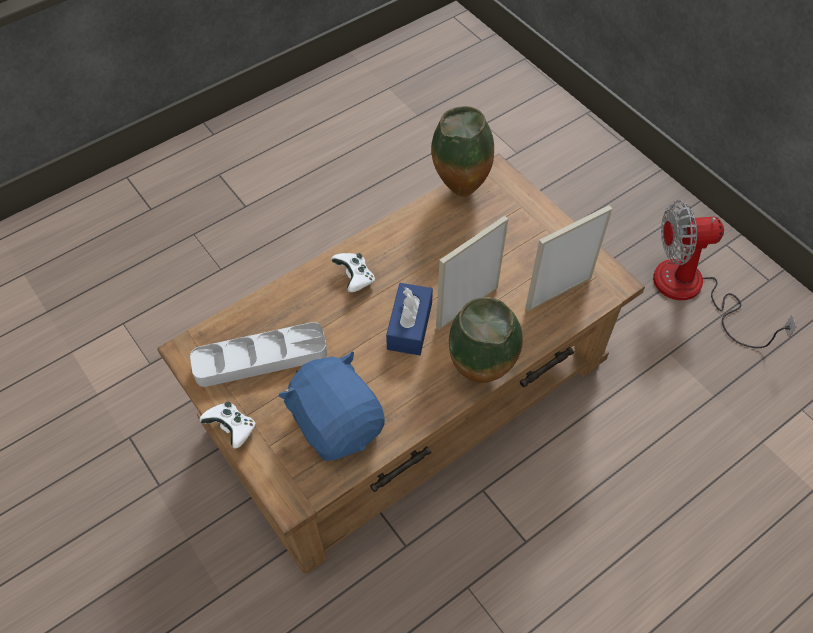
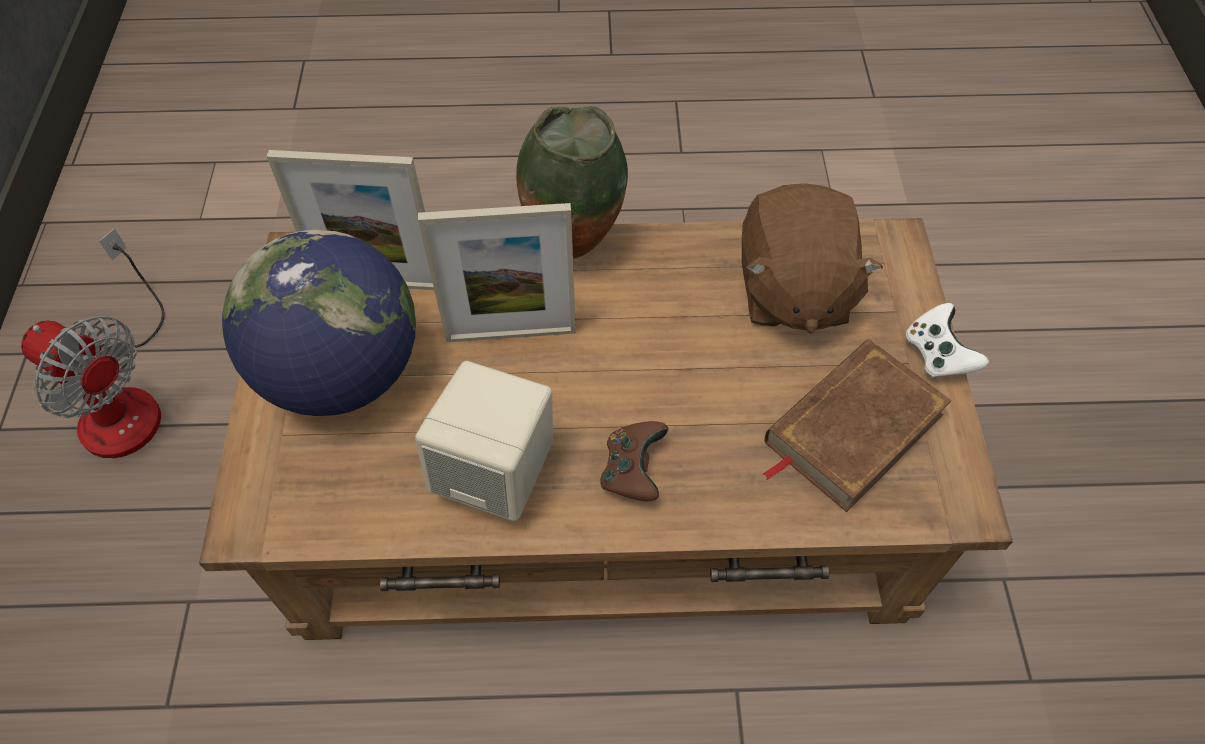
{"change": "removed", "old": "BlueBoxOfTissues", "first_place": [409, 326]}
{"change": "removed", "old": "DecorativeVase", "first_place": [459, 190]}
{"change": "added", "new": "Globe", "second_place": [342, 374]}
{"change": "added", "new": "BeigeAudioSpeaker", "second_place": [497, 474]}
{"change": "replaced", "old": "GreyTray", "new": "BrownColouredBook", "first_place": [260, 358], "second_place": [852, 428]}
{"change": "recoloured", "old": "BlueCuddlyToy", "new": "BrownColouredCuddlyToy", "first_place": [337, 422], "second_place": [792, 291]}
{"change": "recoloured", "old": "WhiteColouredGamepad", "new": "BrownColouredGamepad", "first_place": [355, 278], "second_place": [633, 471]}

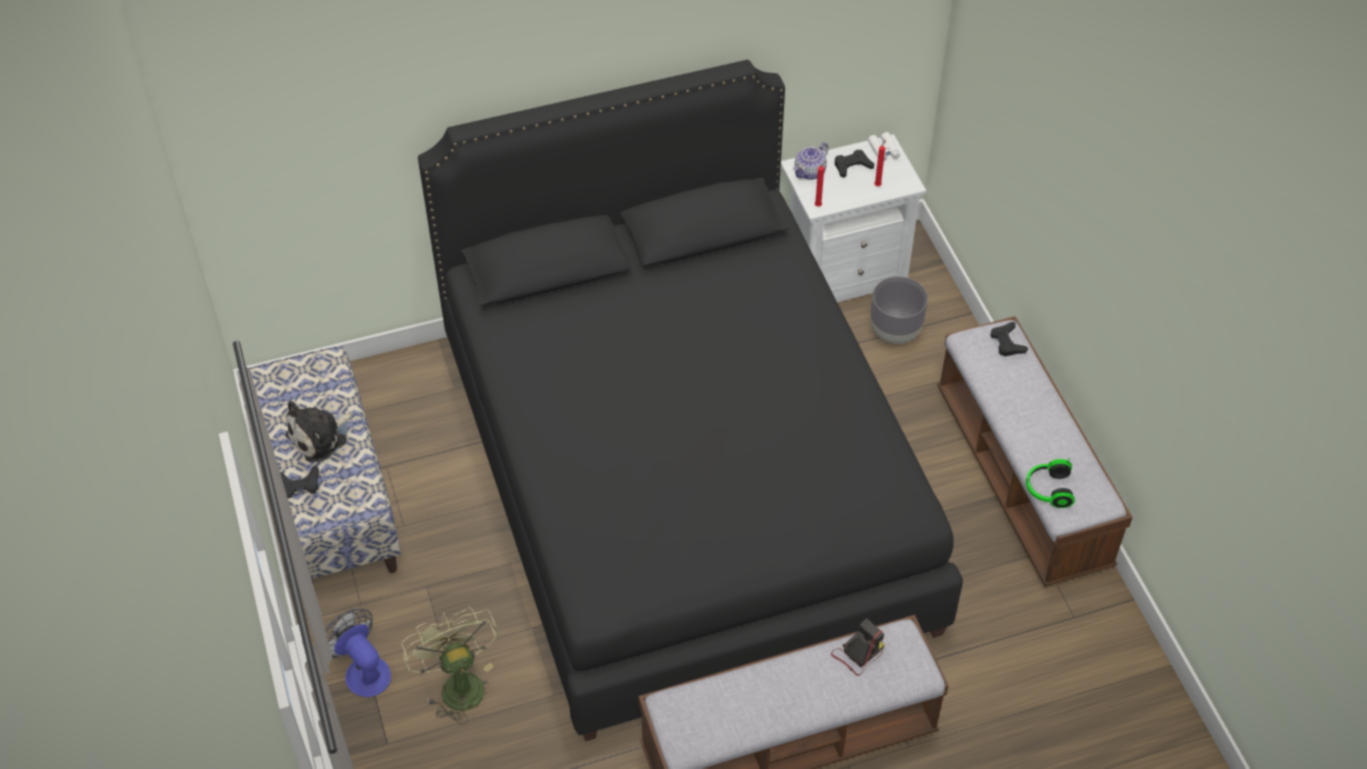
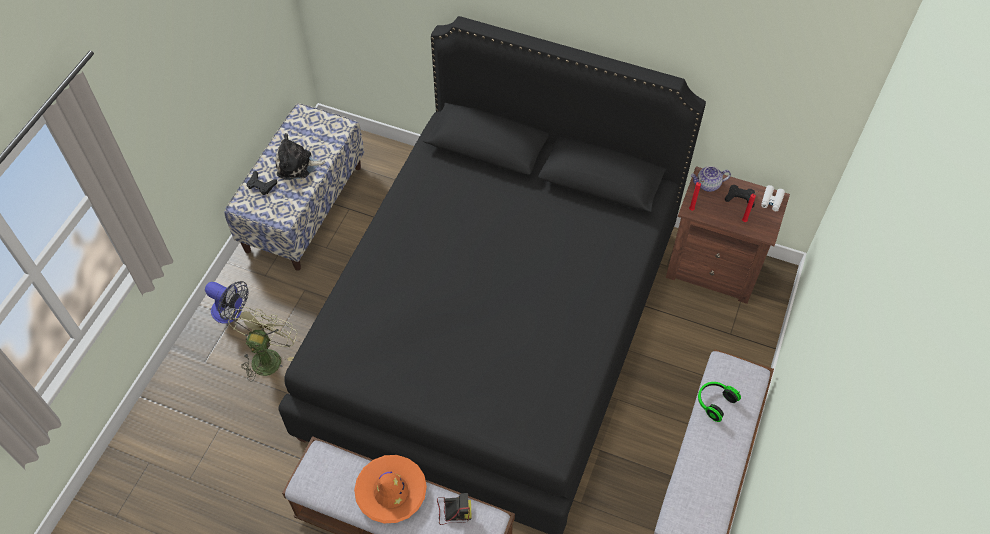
{"change": "removed", "old": "GreyPlanter", "first_place": [895, 332]}
{"change": "removed", "old": "BlackishGamepad", "first_place": [1007, 342]}
{"change": "added", "new": "OrangeColouredWearableHat", "second_place": [391, 492]}
{"change": "moved", "old": "Headphones", "first_place": [1047, 489], "second_place": [714, 402]}
{"change": "recoloured", "old": "WhiteColouredNightstand", "new": "BrownColouredNightstand", "first_place": [843, 274], "second_place": [714, 268]}
{"change": "turned", "old": "CoolingFan", "first_place": [362, 670], "second_place": [231, 313], "degrees": 120}

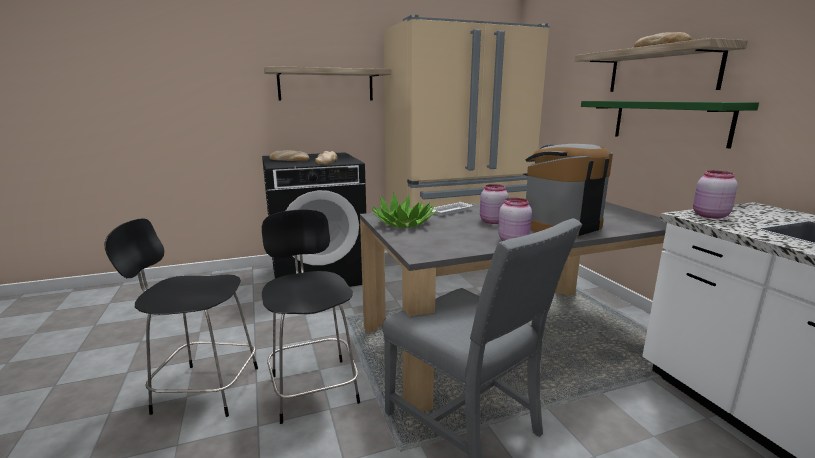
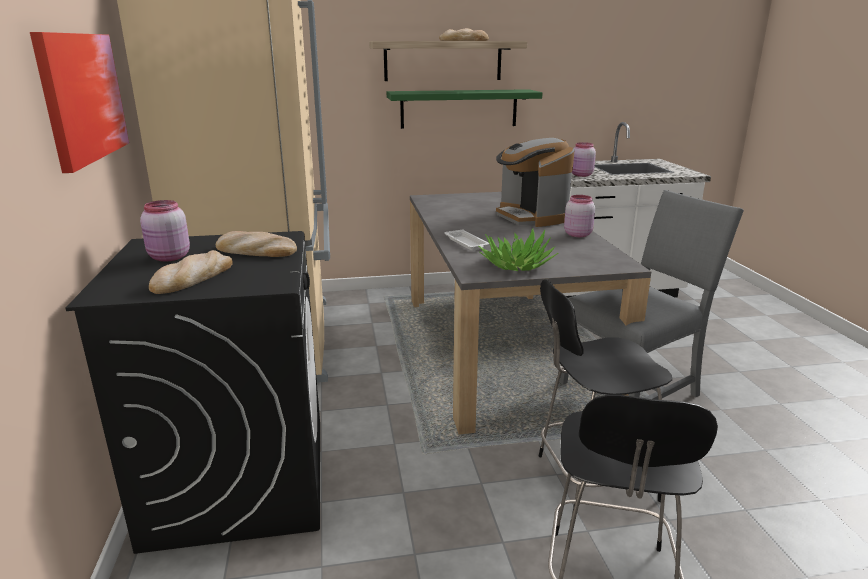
{"change": "moved", "old": "PinkColouredStorageJar", "first_place": [492, 221], "second_place": [169, 257]}
{"change": "replaced", "old": "Shelf", "new": "Picture", "first_place": [326, 85], "second_place": [82, 97]}

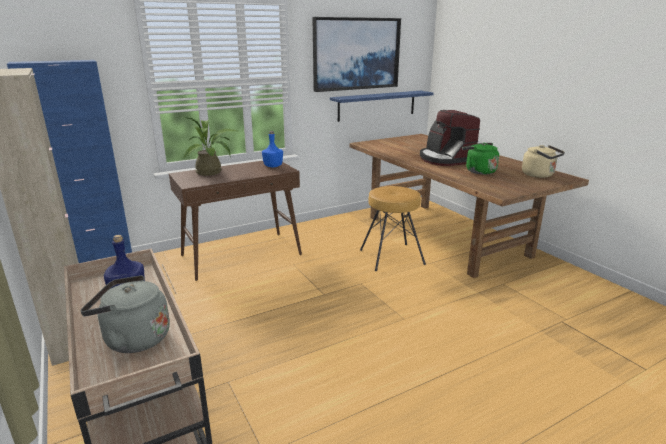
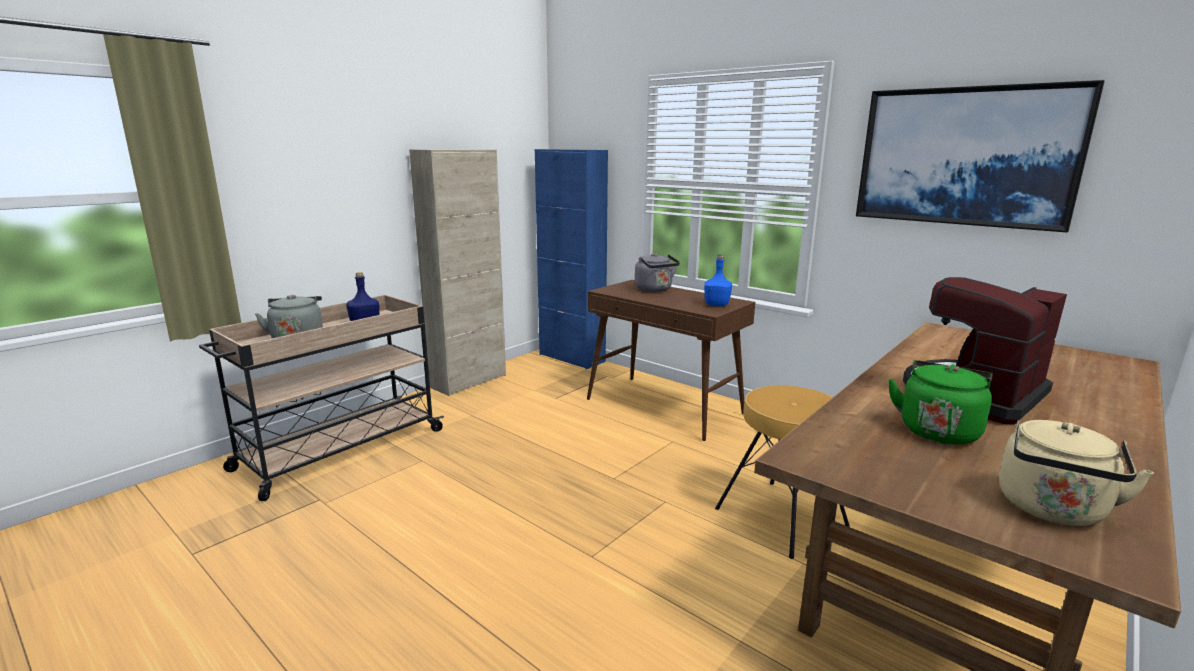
{"change": "removed", "old": "BlueShelf", "first_place": [377, 105]}
{"change": "replaced", "old": "Houseplant", "new": "GreyWaterKettle", "first_place": [212, 172], "second_place": [655, 290]}

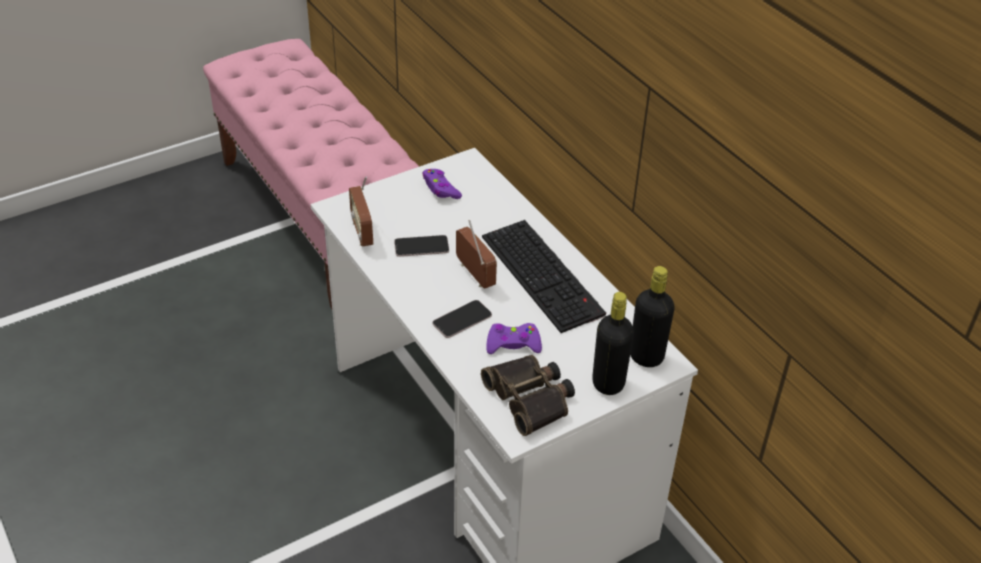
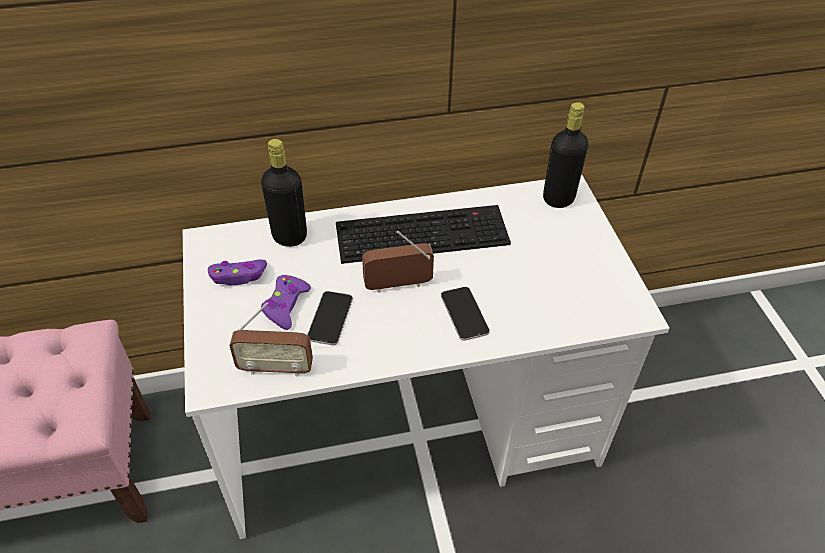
{"change": "removed", "old": "Binoculars", "first_place": [531, 398]}
{"change": "moved", "old": "PurpleColouredGamepad", "first_place": [513, 344], "second_place": [286, 306]}
{"change": "moved", "old": "BlackishBottle", "first_place": [608, 383], "second_place": [290, 236]}

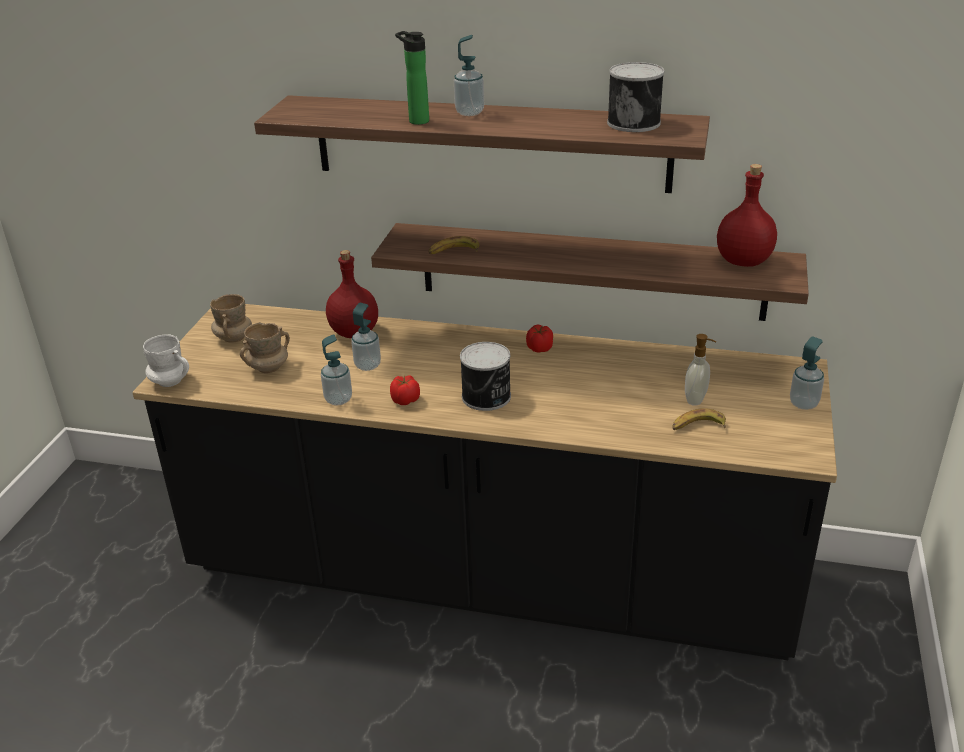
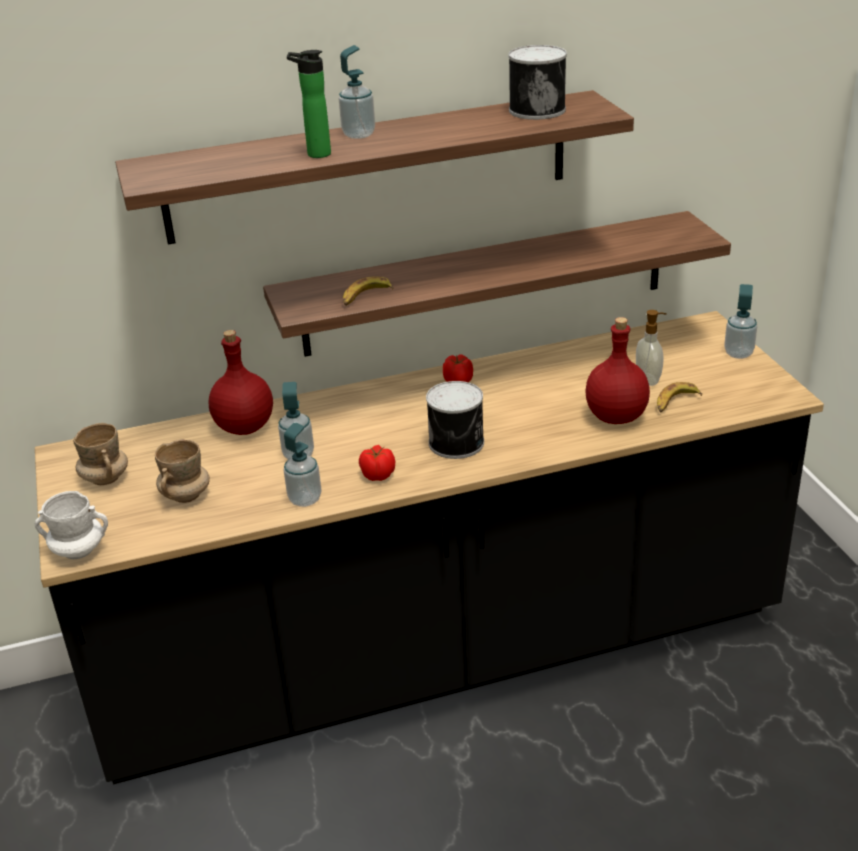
{"change": "moved", "old": "RedColouredBottle", "first_place": [744, 261], "second_place": [617, 417]}

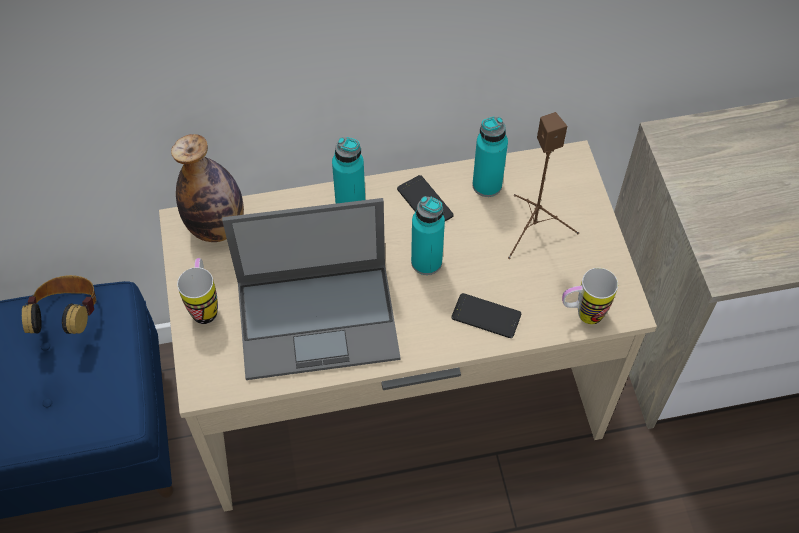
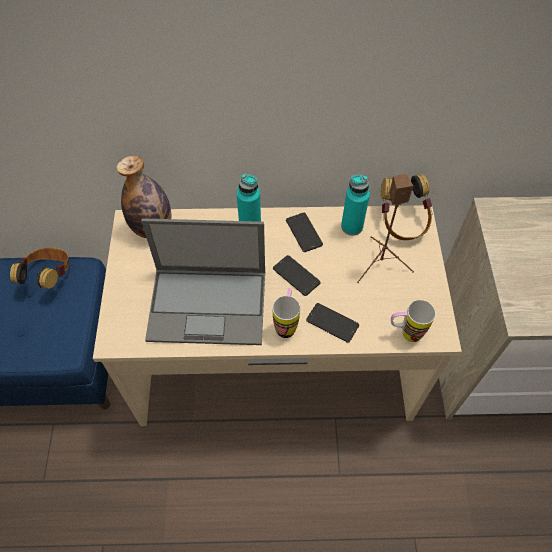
{"change": "added", "new": "Headphones", "second_place": [402, 222]}
{"change": "moved", "old": "Mug", "first_place": [205, 305], "second_place": [286, 323]}
{"change": "replaced", "old": "TurquoiseColouredBottle", "new": "Phone", "first_place": [426, 262], "second_place": [296, 276]}

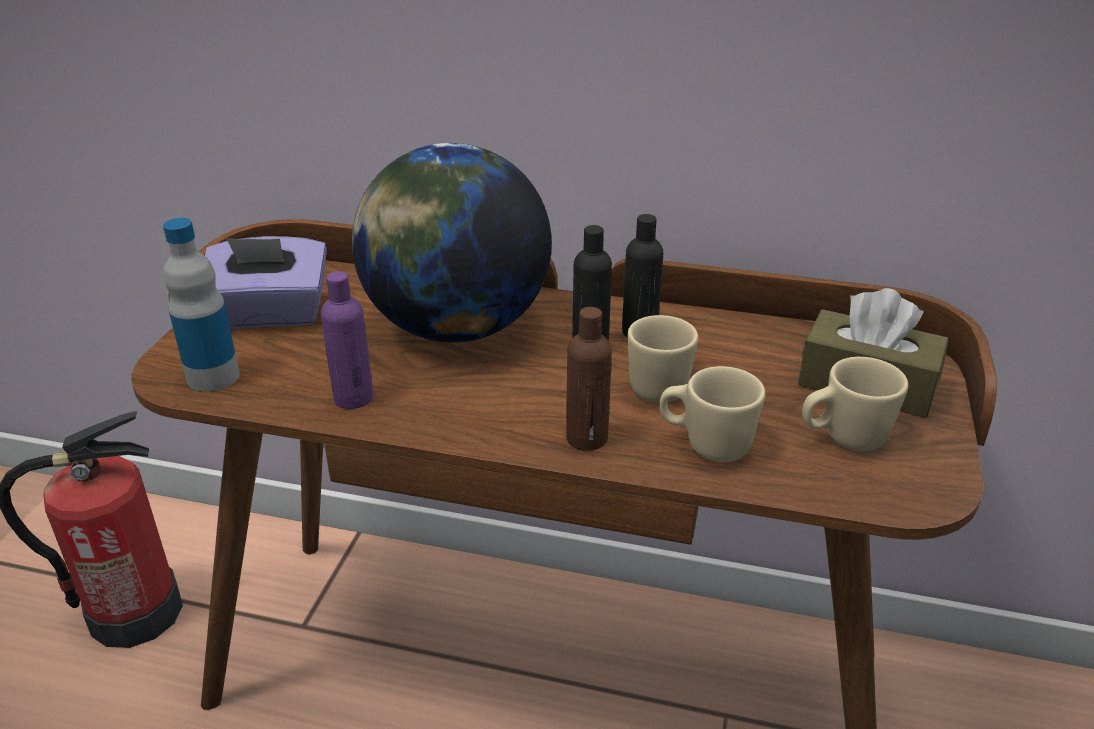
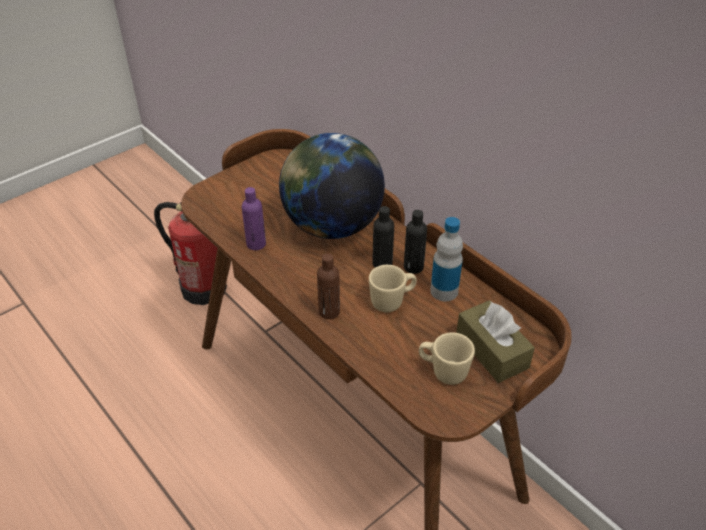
{"change": "removed", "old": "PurpleColouredBoxOfTissues", "first_place": [271, 315]}
{"change": "removed", "old": "BeigeMug", "first_place": [705, 444]}
{"change": "moved", "old": "Bottle", "first_place": [213, 377], "second_place": [444, 291]}

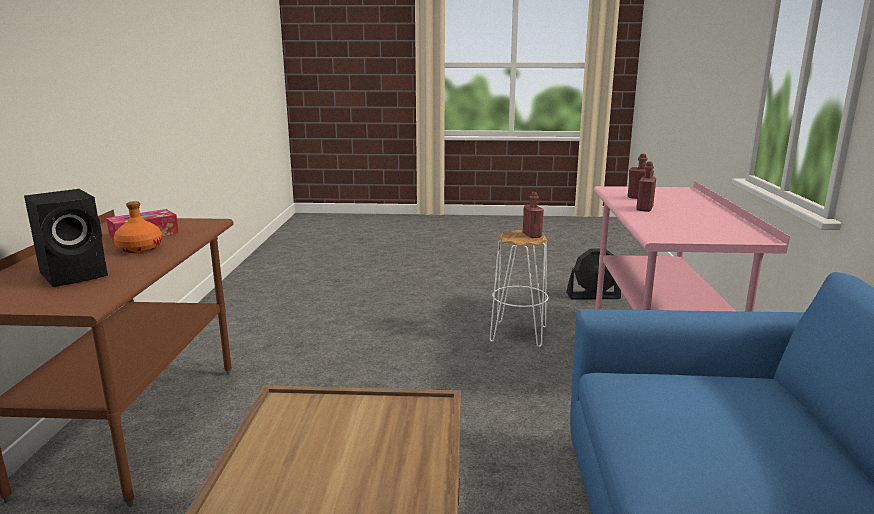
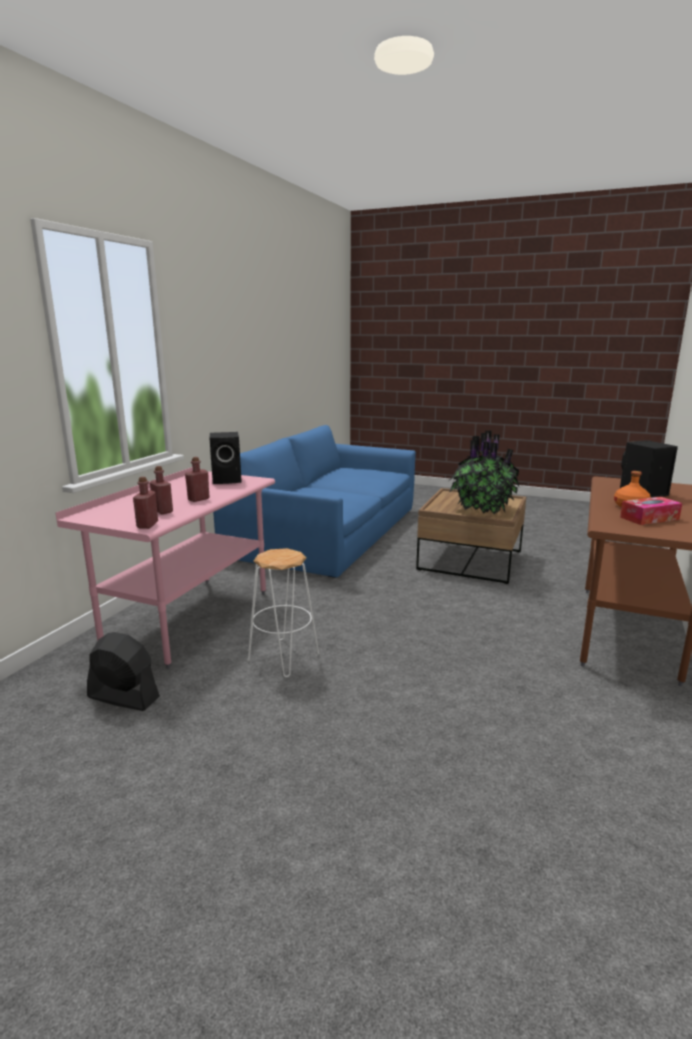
{"change": "added", "new": "BlackishAudioSpeaker", "second_place": [228, 480]}
{"change": "added", "new": "Houseplant", "second_place": [481, 510]}
{"change": "moved", "old": "RedColouredBottle", "first_place": [532, 235], "second_place": [147, 525]}

